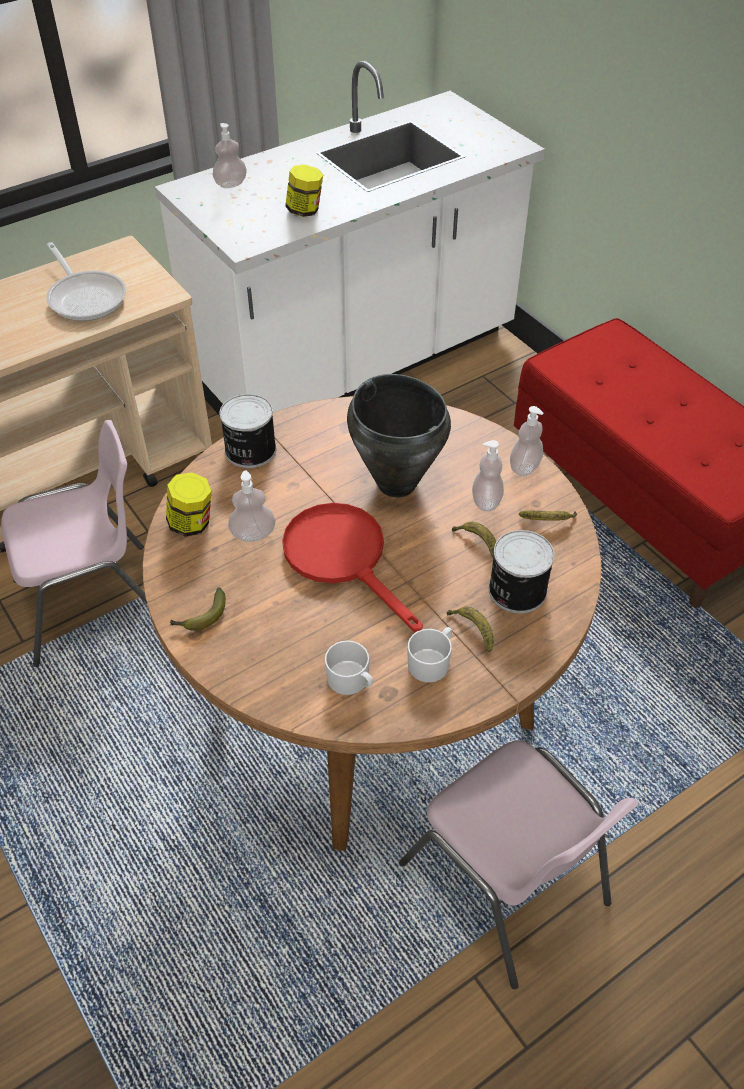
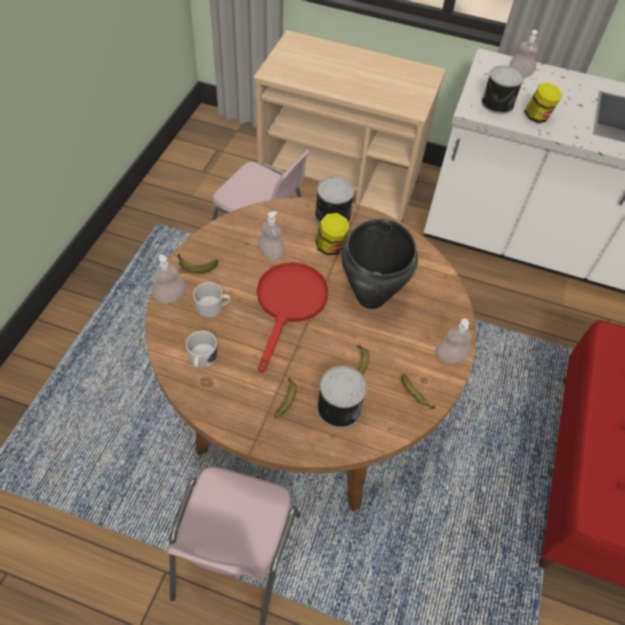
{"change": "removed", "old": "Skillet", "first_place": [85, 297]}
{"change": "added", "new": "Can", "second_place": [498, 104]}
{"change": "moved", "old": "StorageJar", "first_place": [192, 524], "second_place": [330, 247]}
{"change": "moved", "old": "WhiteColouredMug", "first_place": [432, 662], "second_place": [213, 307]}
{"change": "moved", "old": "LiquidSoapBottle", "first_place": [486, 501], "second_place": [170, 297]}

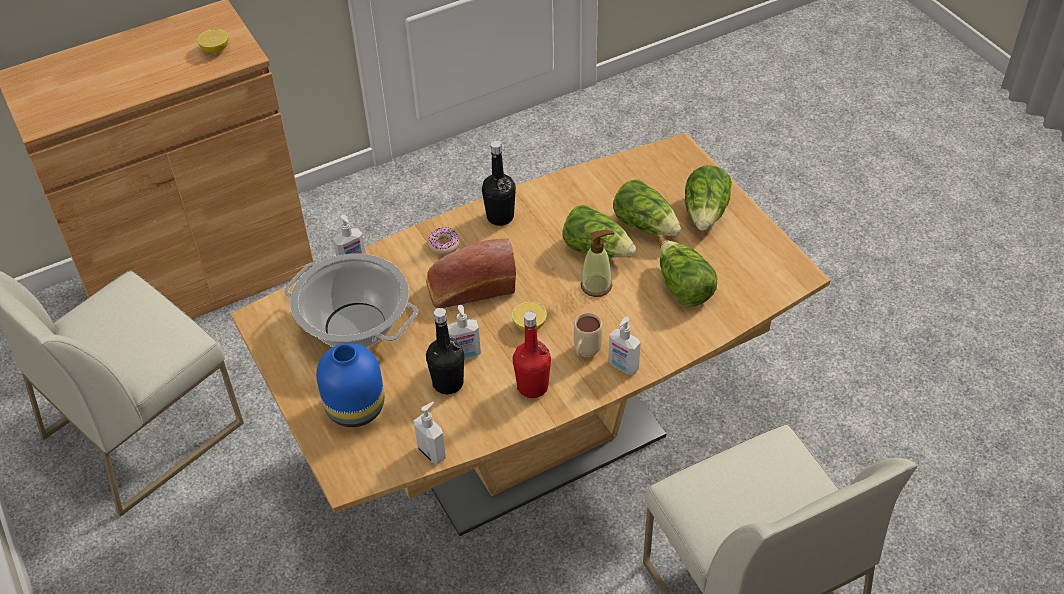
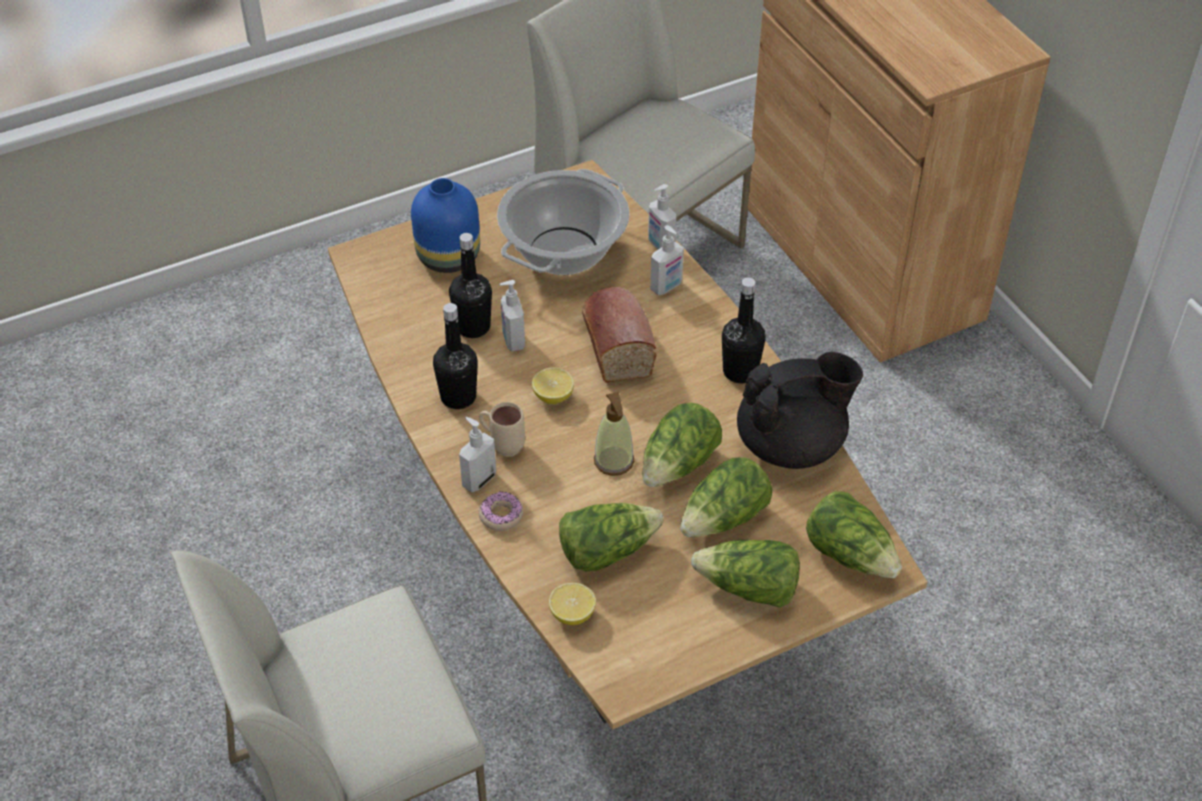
{"change": "added", "new": "BlackishTeaPot", "second_place": [792, 444]}
{"change": "added", "new": "Lettuce", "second_place": [850, 554]}
{"change": "moved", "old": "Lemon", "first_place": [215, 49], "second_place": [572, 614]}
{"change": "moved", "old": "LiquidSoapBottle", "first_place": [432, 452], "second_place": [666, 287]}
{"change": "moved", "old": "Doughnut", "first_place": [444, 245], "second_place": [501, 515]}
{"change": "recoloured", "old": "RedColouredBottle", "new": "BlackishBottle", "first_place": [532, 387], "second_place": [458, 397]}

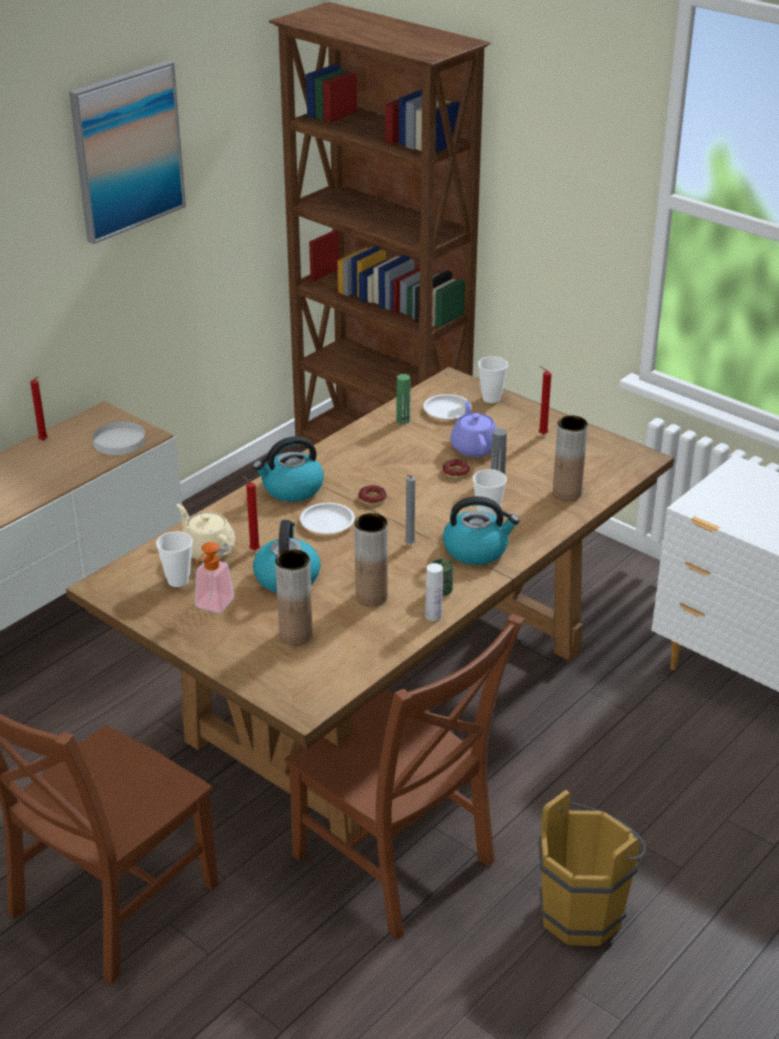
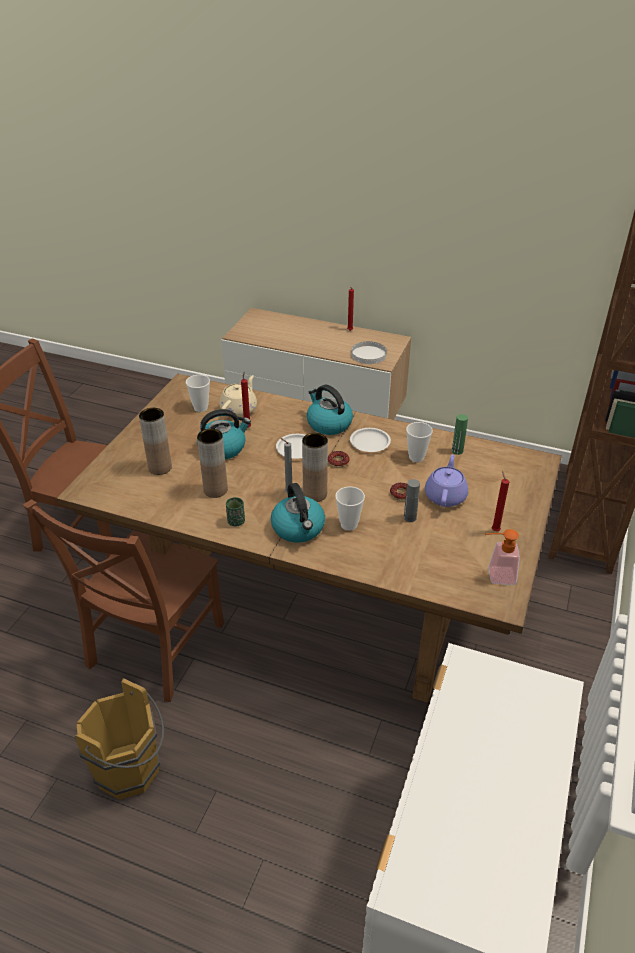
{"change": "removed", "old": "Picture", "first_place": [127, 151]}
{"change": "removed", "old": "WhiteColouredBottle", "first_place": [433, 615]}
{"change": "moved", "old": "LiquidSoapBottle", "first_place": [211, 606], "second_place": [496, 575]}
{"change": "moved", "old": "WhiteColouredFlatDish", "first_place": [447, 410], "second_place": [370, 442]}
{"change": "moved", "old": "SmallCup", "first_place": [491, 398], "second_place": [416, 457]}
{"change": "moved", "old": "BrownColouredDecorativeVase", "first_place": [567, 493], "second_place": [315, 494]}
{"change": "turned", "old": "PurpleColouredTeaPot", "first_place": [474, 447], "second_place": [445, 496], "degrees": -45}

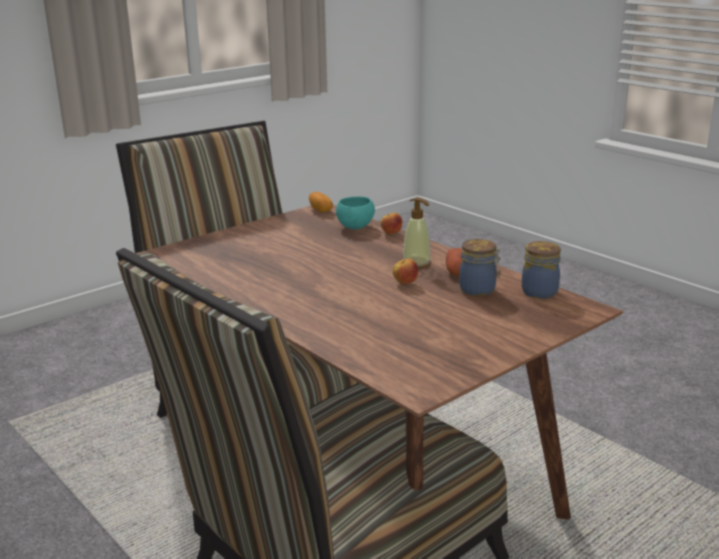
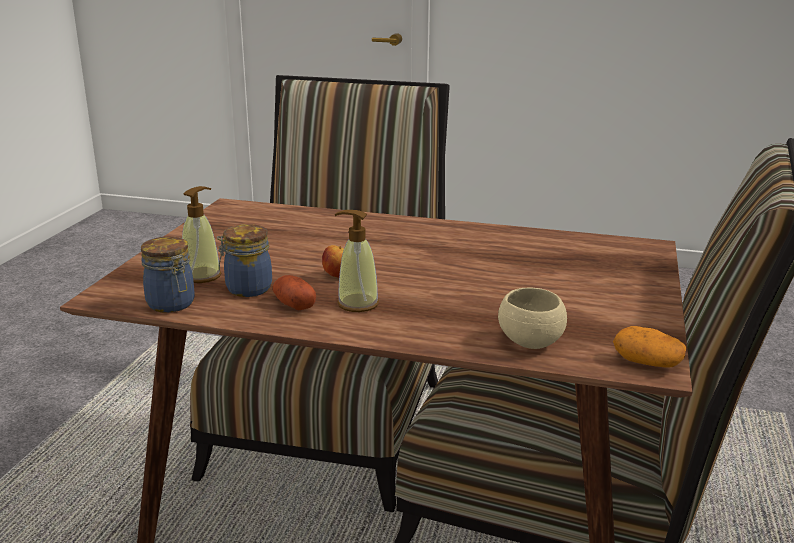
{"change": "removed", "old": "AppleFruit", "first_place": [391, 234]}
{"change": "added", "new": "LiquidSoapBottle", "second_place": [202, 276]}
{"change": "recoloured", "old": "TurquoiseColouredBowl", "new": "BeigeBowl", "first_place": [355, 227], "second_place": [530, 342]}

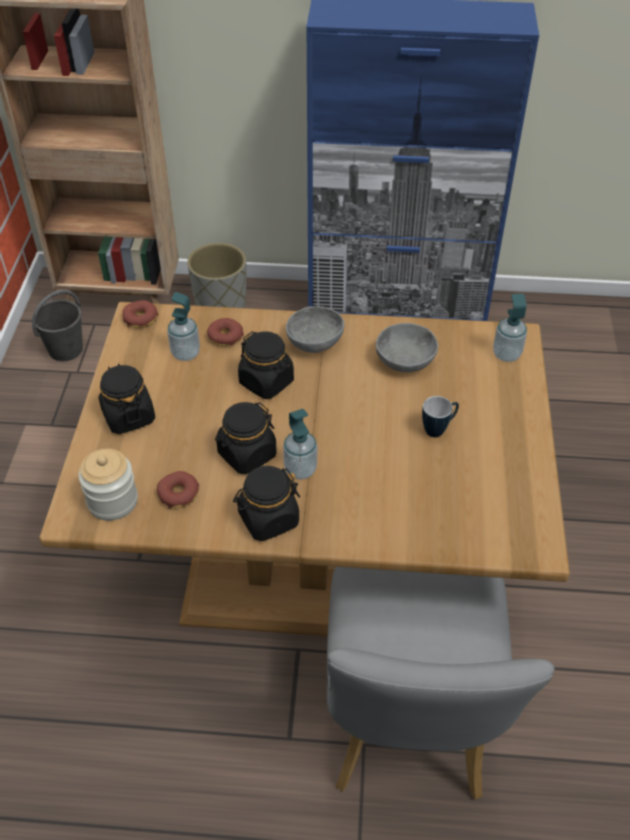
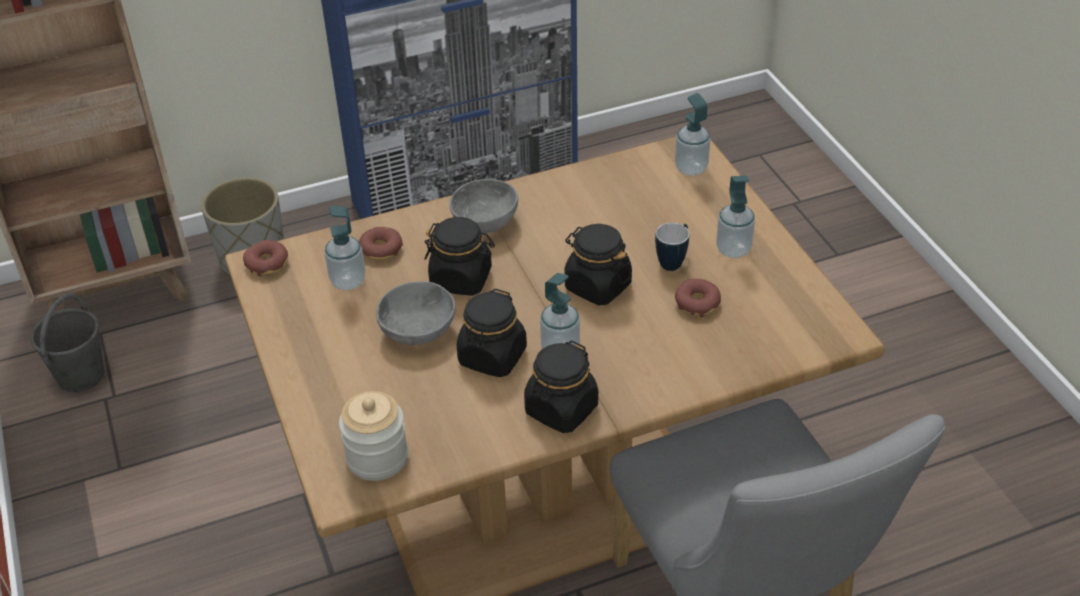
{"change": "added", "new": "LiquidSoapBottle", "second_place": [733, 249]}
{"change": "moved", "old": "BlackishStorageJar", "first_place": [128, 416], "second_place": [597, 286]}
{"change": "moved", "old": "Doughnut", "first_place": [179, 494], "second_place": [697, 303]}
{"change": "moved", "old": "GreyBowl", "first_place": [405, 362], "second_place": [418, 332]}

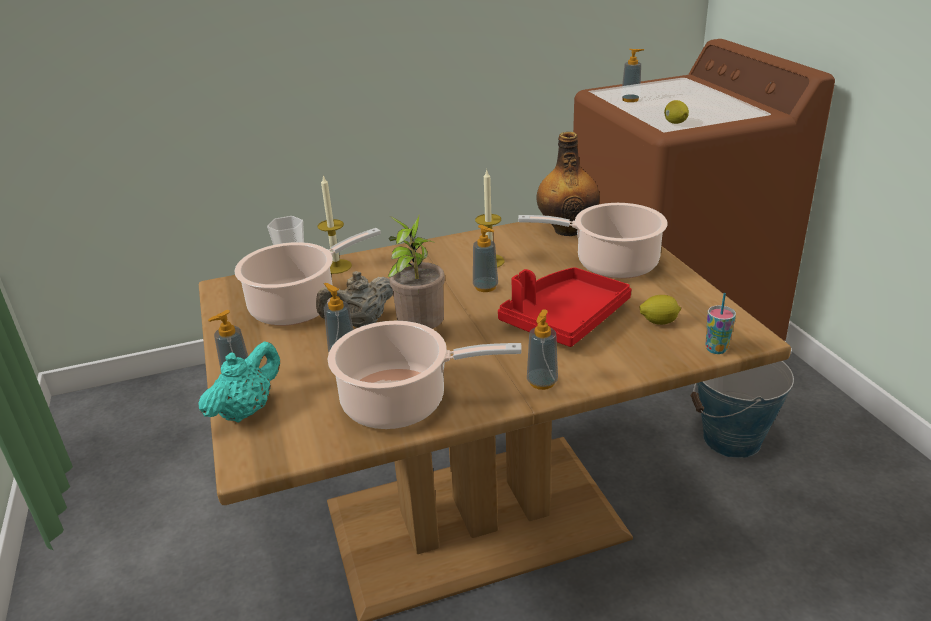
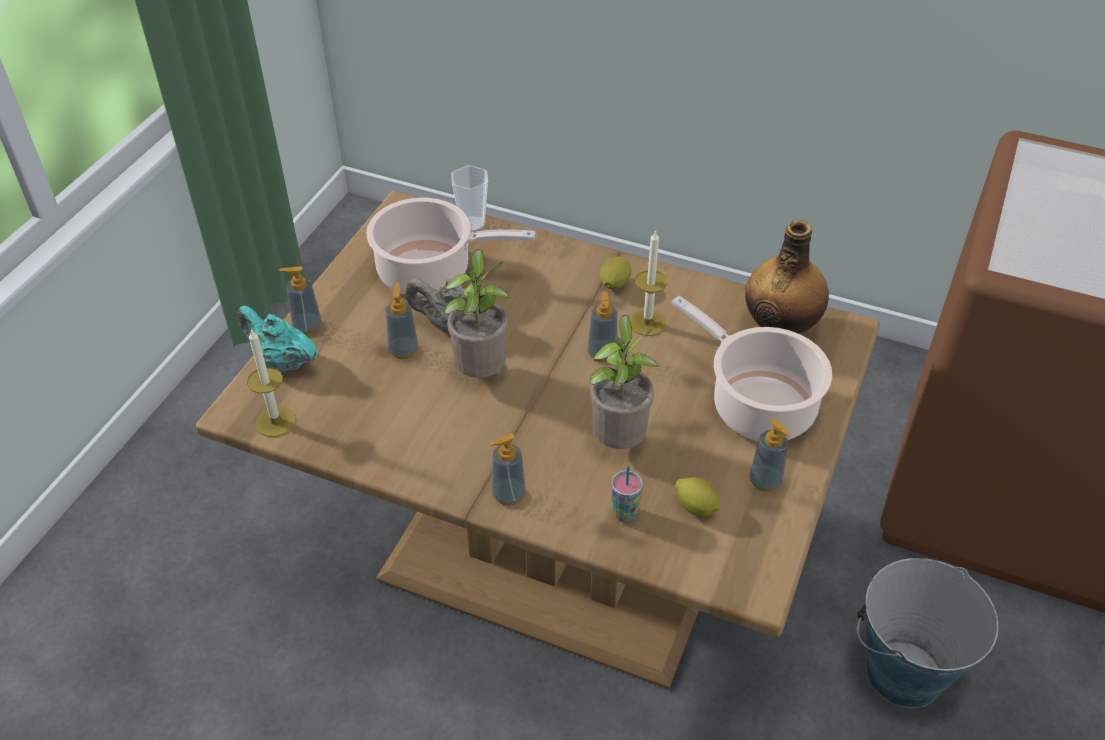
{"change": "removed", "old": "CookingPot", "first_place": [402, 402]}
{"change": "moved", "old": "WaxCandle", "first_place": [336, 266], "second_place": [275, 421]}
{"change": "moved", "old": "LiquidSoapBottle", "first_place": [630, 100], "second_place": [765, 481]}
{"change": "moved", "old": "Lemon", "first_place": [675, 123], "second_place": [614, 285]}
{"change": "moved", "old": "SmallCup", "first_place": [716, 349], "second_place": [624, 513]}
{"change": "replaced", "old": "RedColouredTray", "new": "Houseplant", "first_place": [564, 318], "second_place": [619, 441]}
{"change": "turned", "old": "TurquoiseColouredTeaPot", "first_place": [246, 410], "second_place": [281, 362], "degrees": -135}

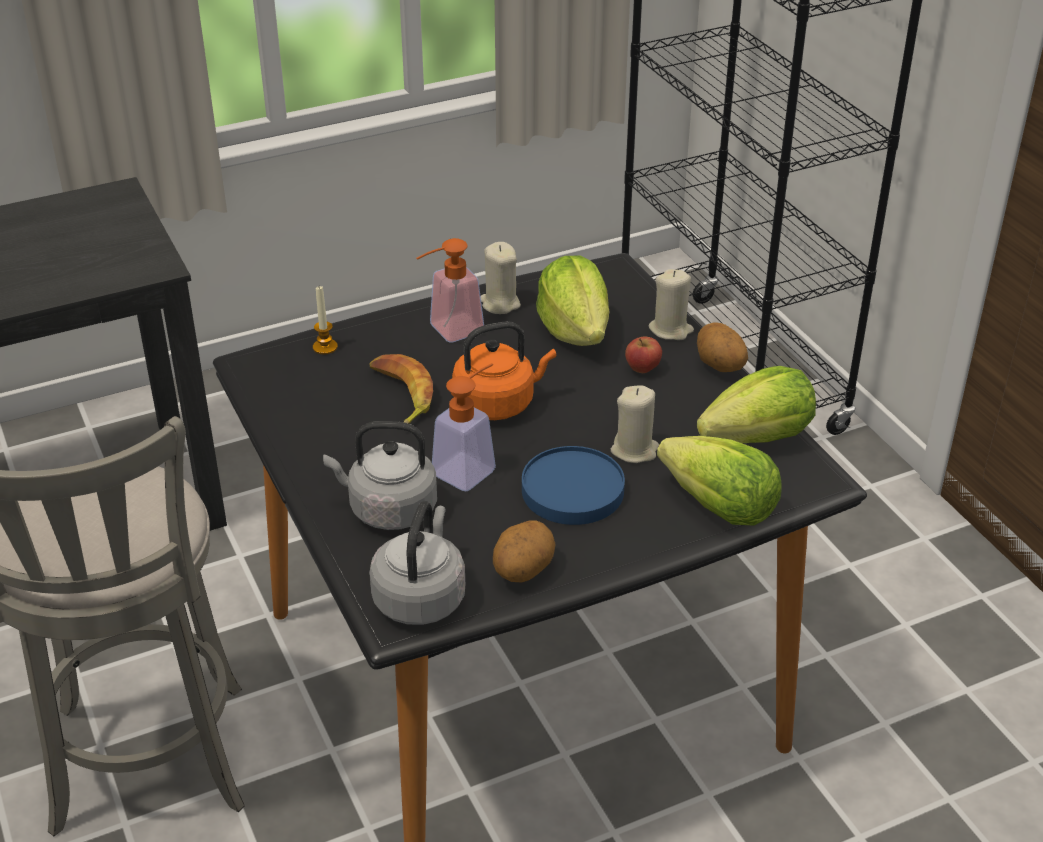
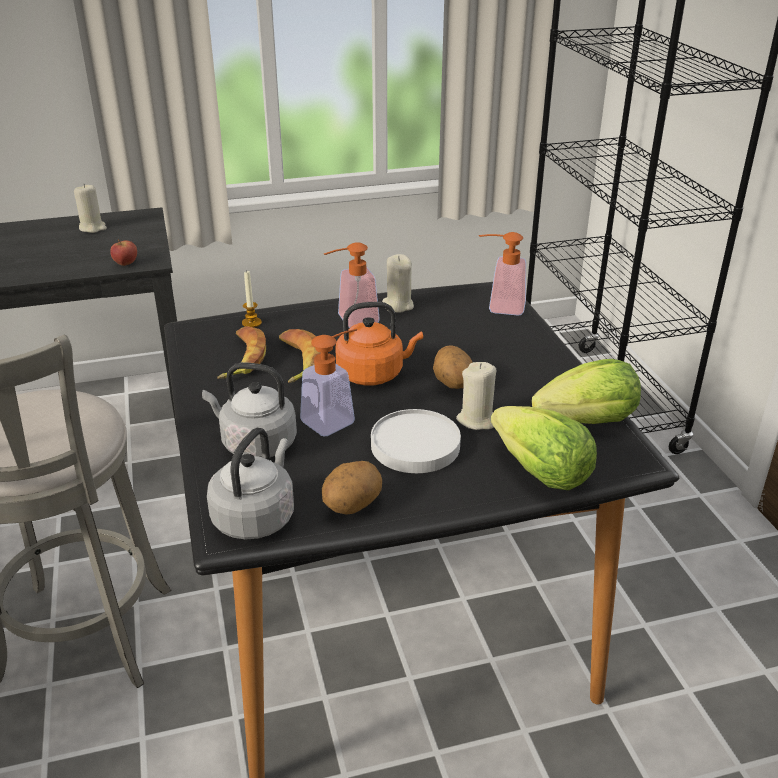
{"change": "removed", "old": "Lettuce", "first_place": [575, 330]}
{"change": "added", "new": "Banana", "second_place": [242, 358]}
{"change": "added", "new": "LiquidSoapBottle", "second_place": [499, 307]}
{"change": "moved", "old": "AppleFruit", "first_place": [643, 369], "second_place": [126, 263]}
{"change": "moved", "old": "BeigeWaxCandle", "first_place": [670, 330], "second_place": [92, 228]}
{"change": "moved", "old": "Spud", "first_place": [719, 367], "second_place": [452, 385]}
{"change": "recoloured", "old": "BlueFlatDish", "new": "WhiteColouredFlatDish", "first_place": [572, 490], "second_place": [415, 445]}

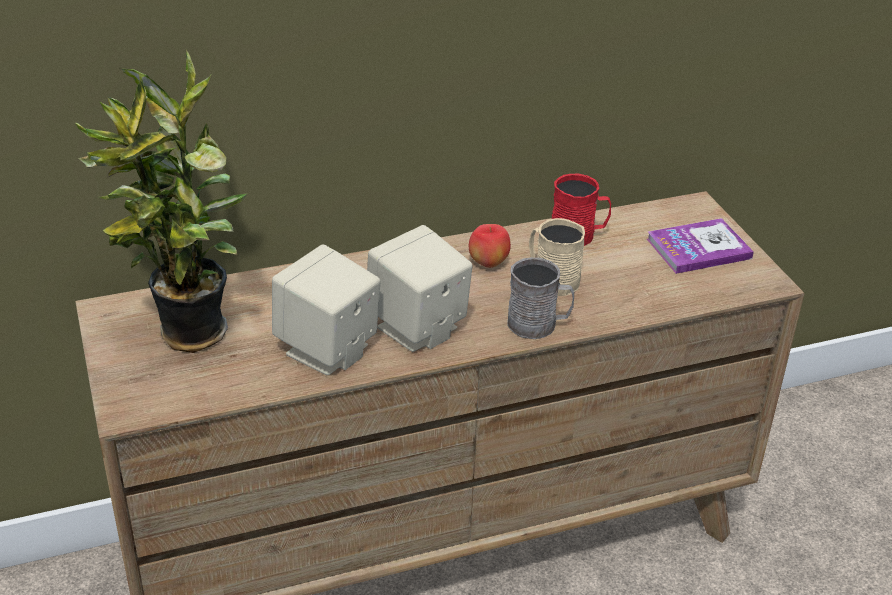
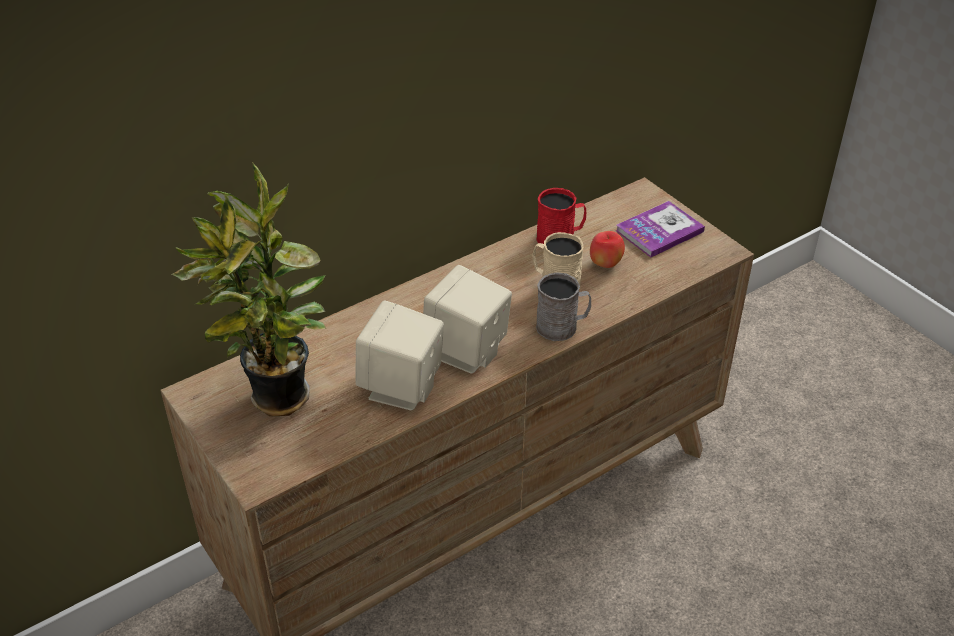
{"change": "moved", "old": "AppleFruit", "first_place": [488, 263], "second_place": [605, 264]}

